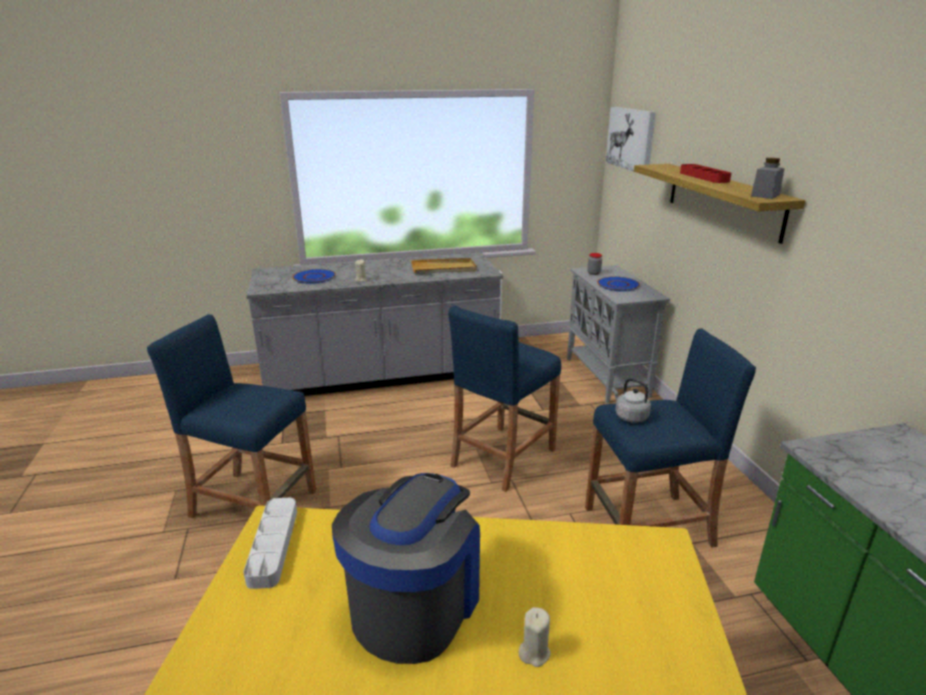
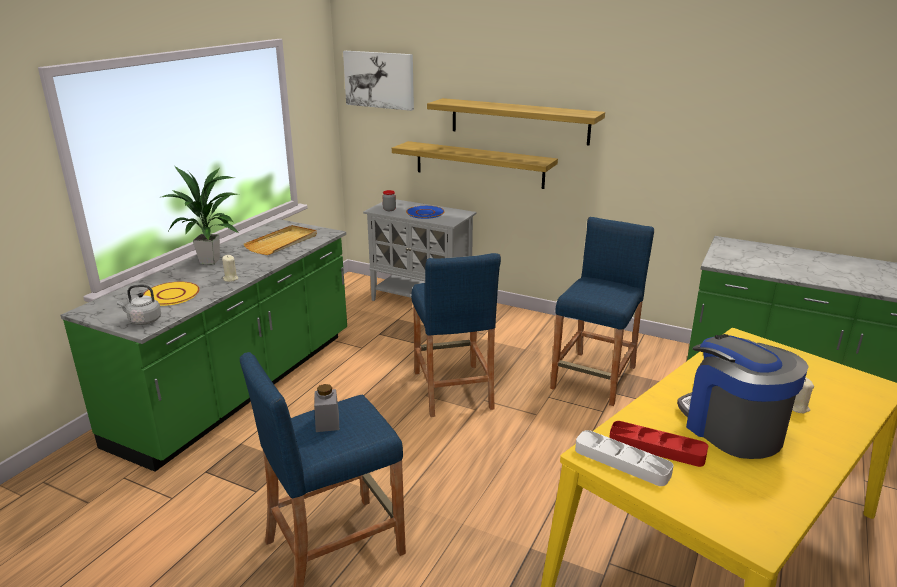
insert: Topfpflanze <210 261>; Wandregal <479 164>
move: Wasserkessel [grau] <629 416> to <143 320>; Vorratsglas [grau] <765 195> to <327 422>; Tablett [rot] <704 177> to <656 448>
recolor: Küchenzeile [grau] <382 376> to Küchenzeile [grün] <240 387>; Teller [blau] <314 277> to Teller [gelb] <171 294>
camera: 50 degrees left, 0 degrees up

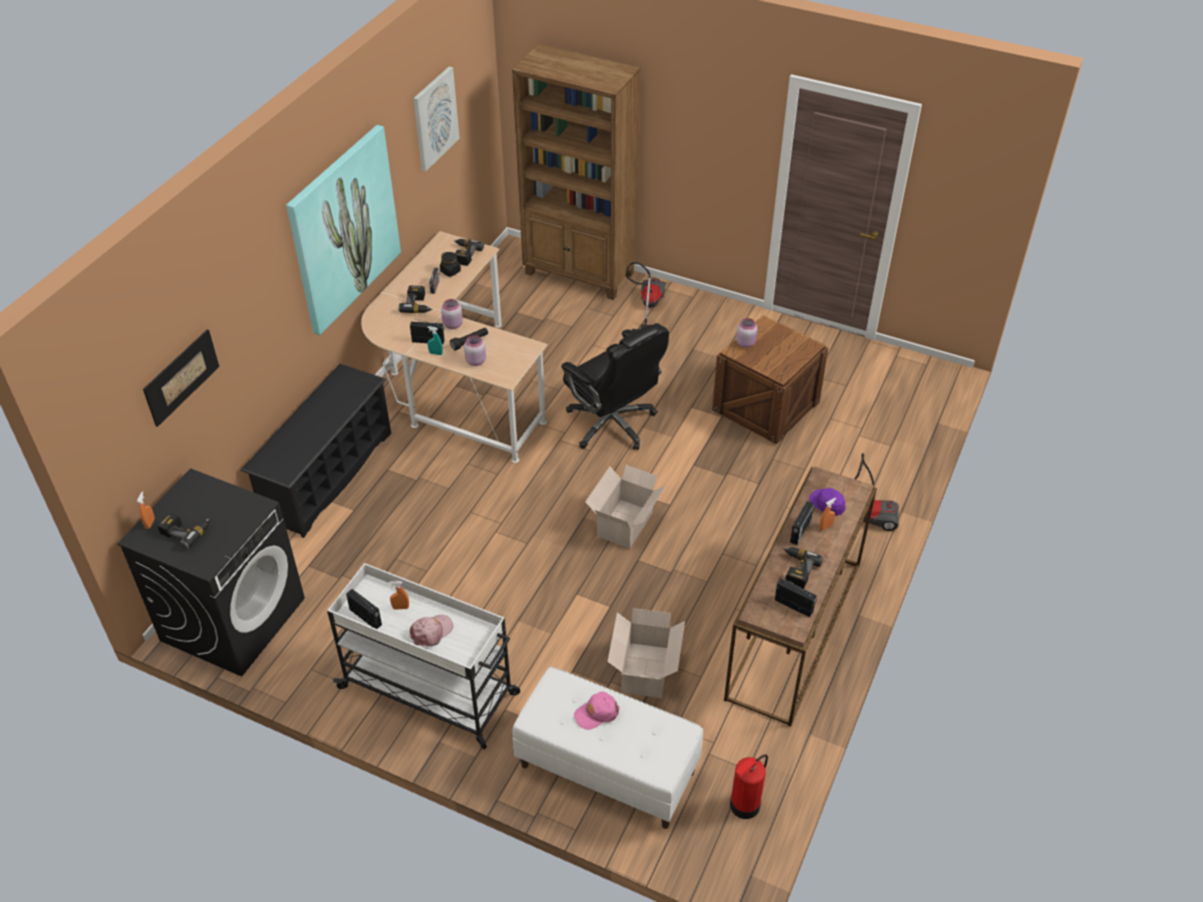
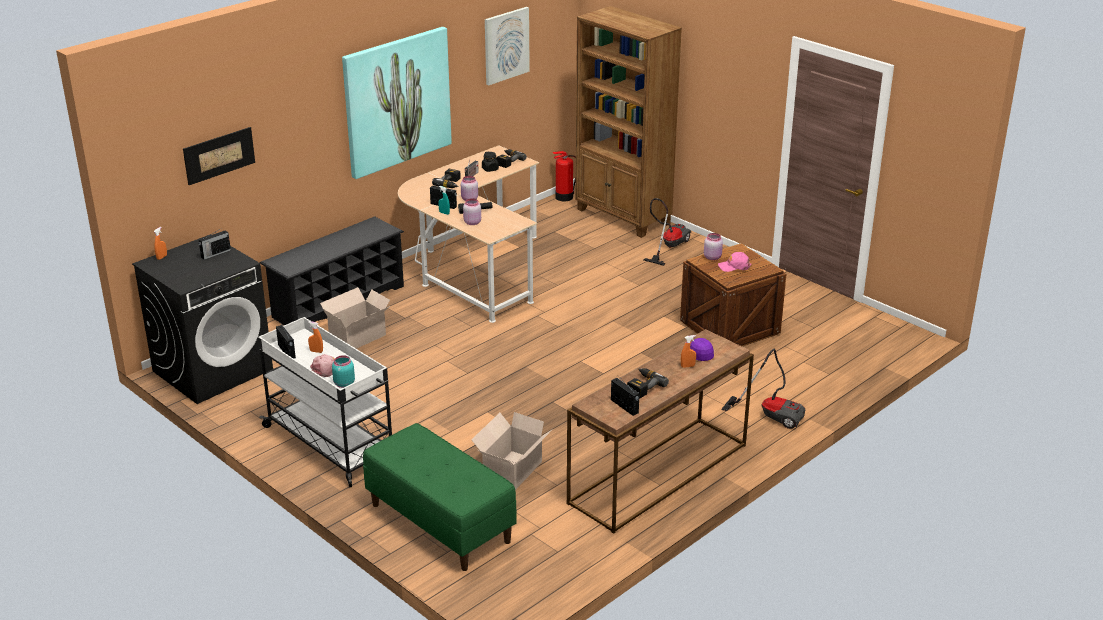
delete: Bohrmaschine <186 531>; Bürostuhl [schwarz] <613 424>
insert: Vorratsglas [türkis] <343 384>
move: Radio <800 531> to <215 254>; Karton <626 523> to <359 337>; Feuerlöscher <744 805> to <563 197>; Kappe [rosa] <596 713> to <734 266>
recolor: Bank [weiß] <606 769> to Bank [grün] <439 523>
camera: 20 degrees right, 15 degrees down

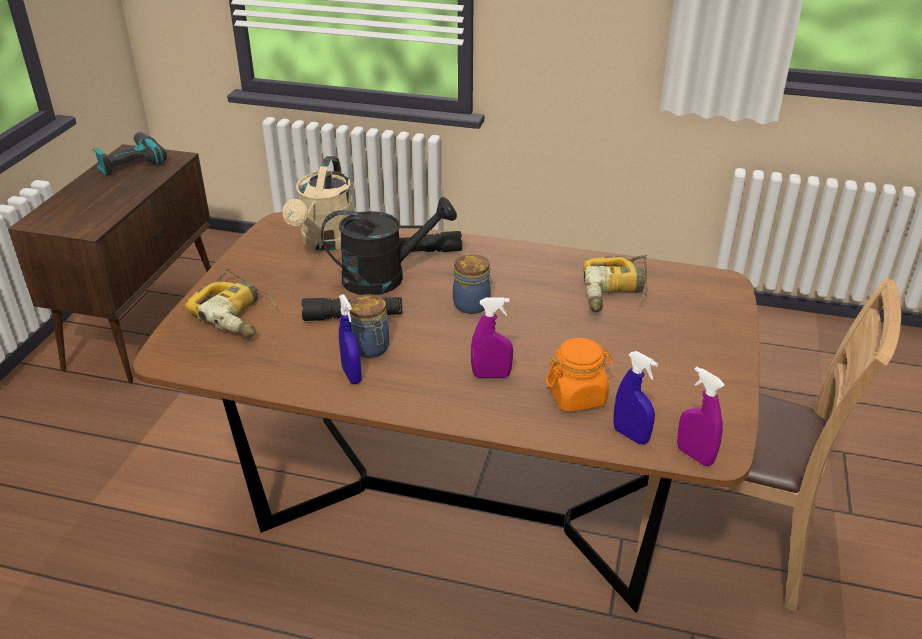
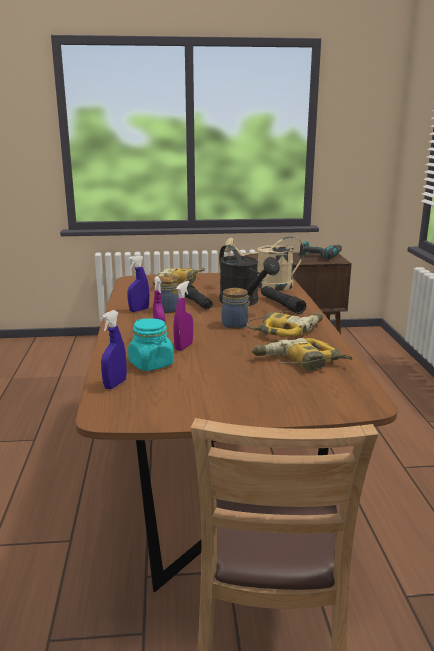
insert: Bohrmaschine <286 330>
move: Sprühflasche [lila] <694 456> to <183 347>
recolor: Vorratsglas [orange] <577 396> to Vorratsglas [türkis] <151 364>
camera: 70 degrees right, 15 degrees down

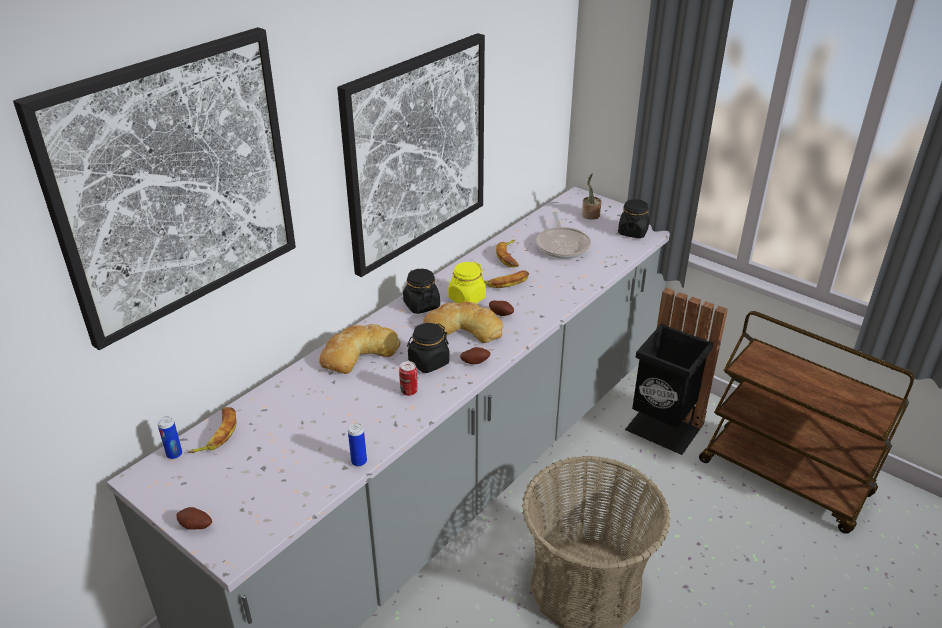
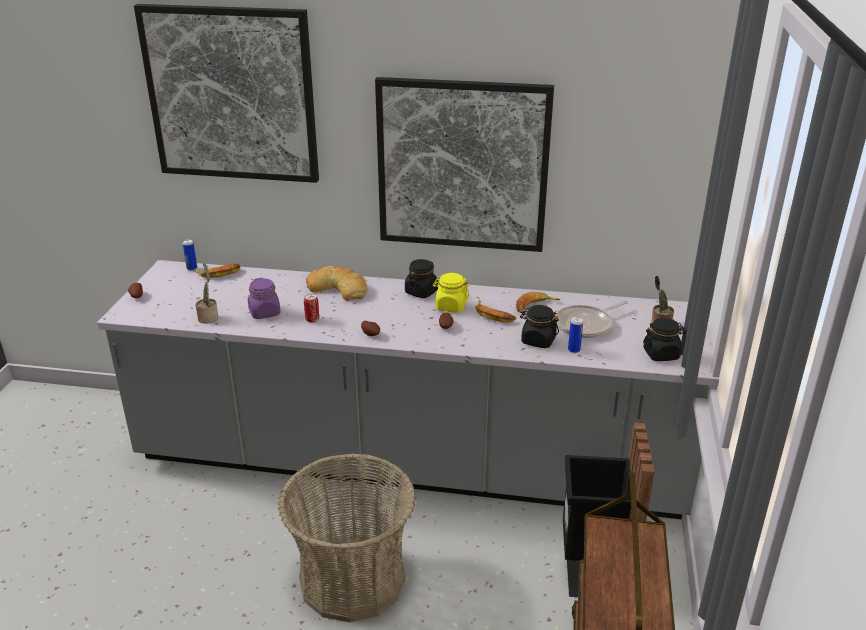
delete: Brot <463 328>
insert: Topfpflanze <208 317>; Vorratsglas [lila] <265 312>
move: Vorratsglas [schwarz] <428 362> to <538 341>; Dose <359 461> to <574 350>
camera: 60 degrees right, 5 degrees down

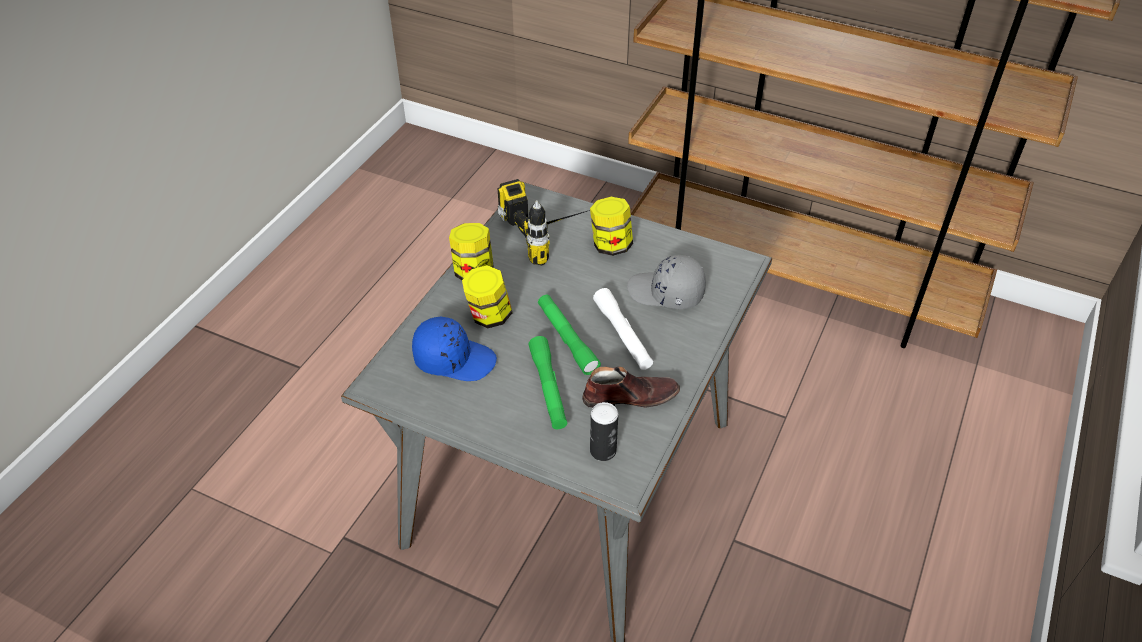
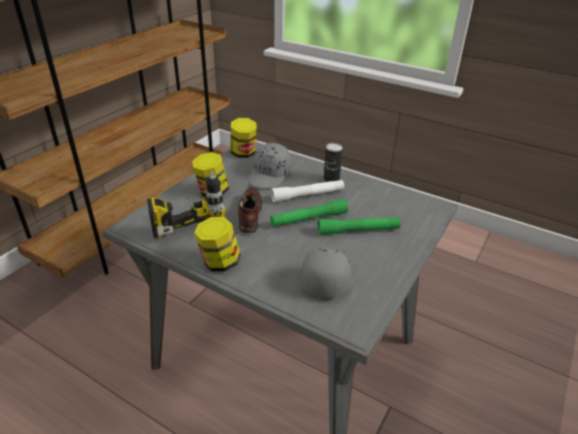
move: Vorratsglas <489 316> to <243 153>; Schuh [braun] <630 396> to <249 214>; Dose <603 450> to <331 179>
recolor: Kappe [blau] <454 359> to Kappe [grau] <325 277>
camera: 85 degrees left, 10 degrees down

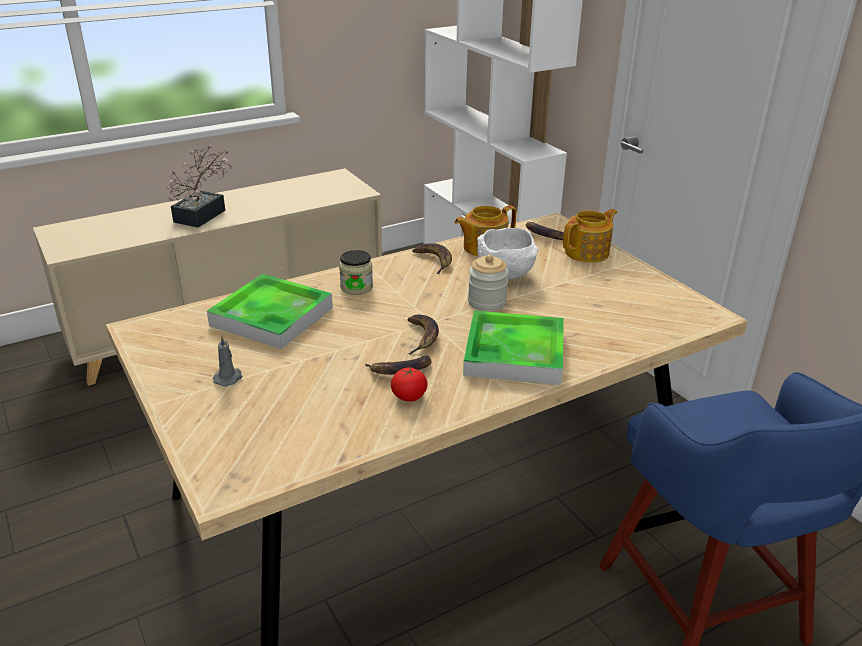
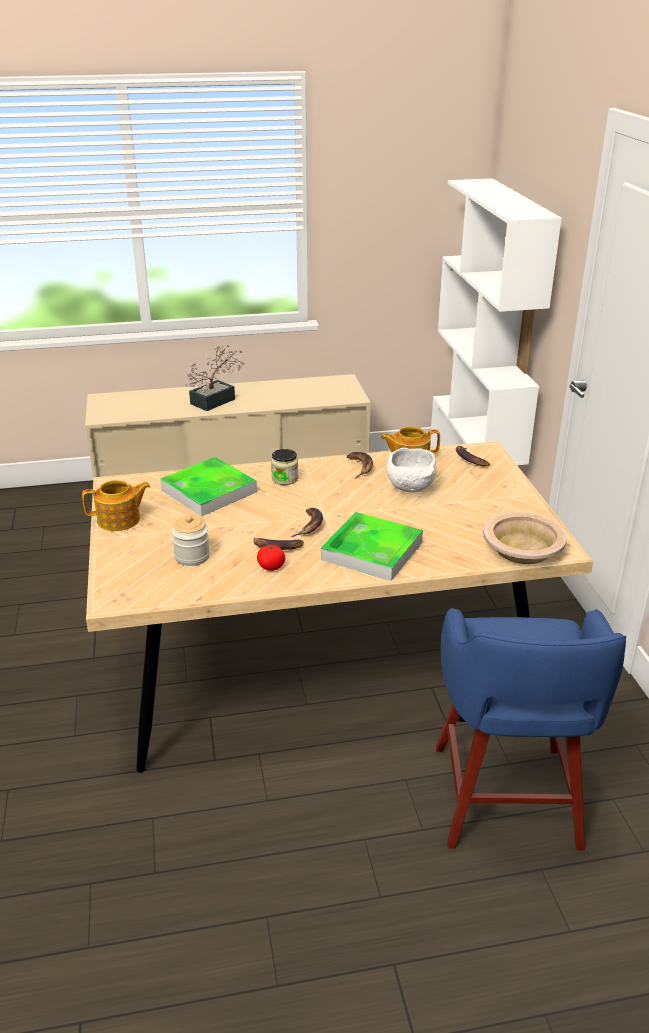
delete: Kerze [grau] <229 378>
insert: Schüssel [beige] <522 549>
move: Teekanne <588 252> to <120 520>; Vorratsglas <487 302> to <192 556>
camera: 20 degrees right, 0 degrees up

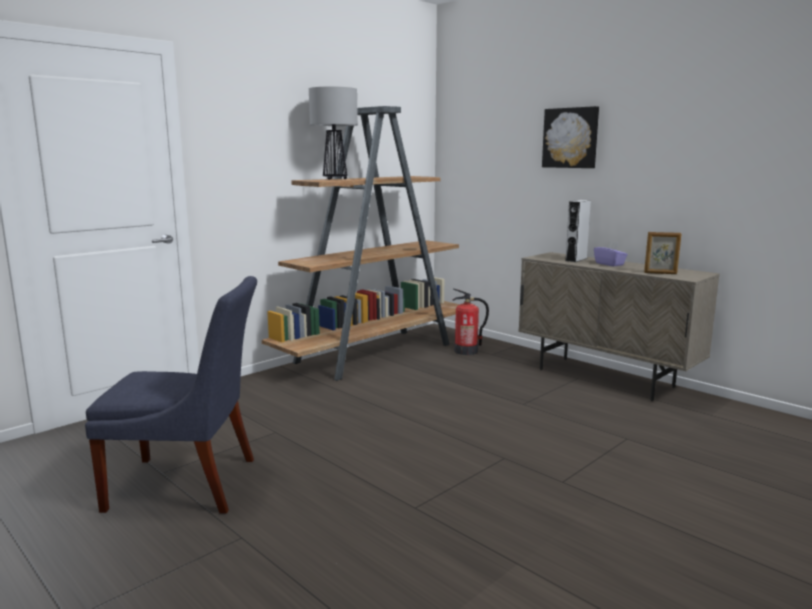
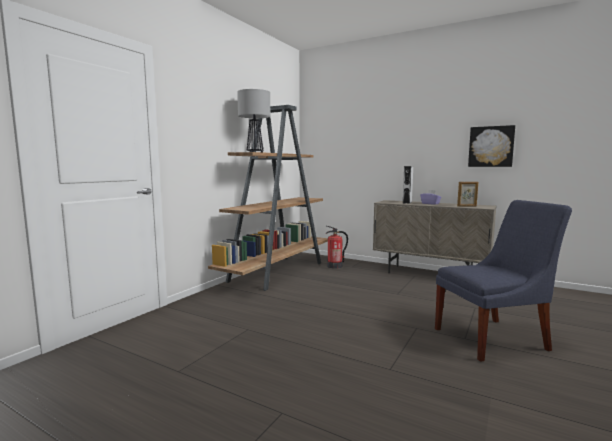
move: Stuhl [blau] <189 484> to <494 338>; Bild <571 138> to <491 146>
camera: 15 degrees left, 5 degrees down

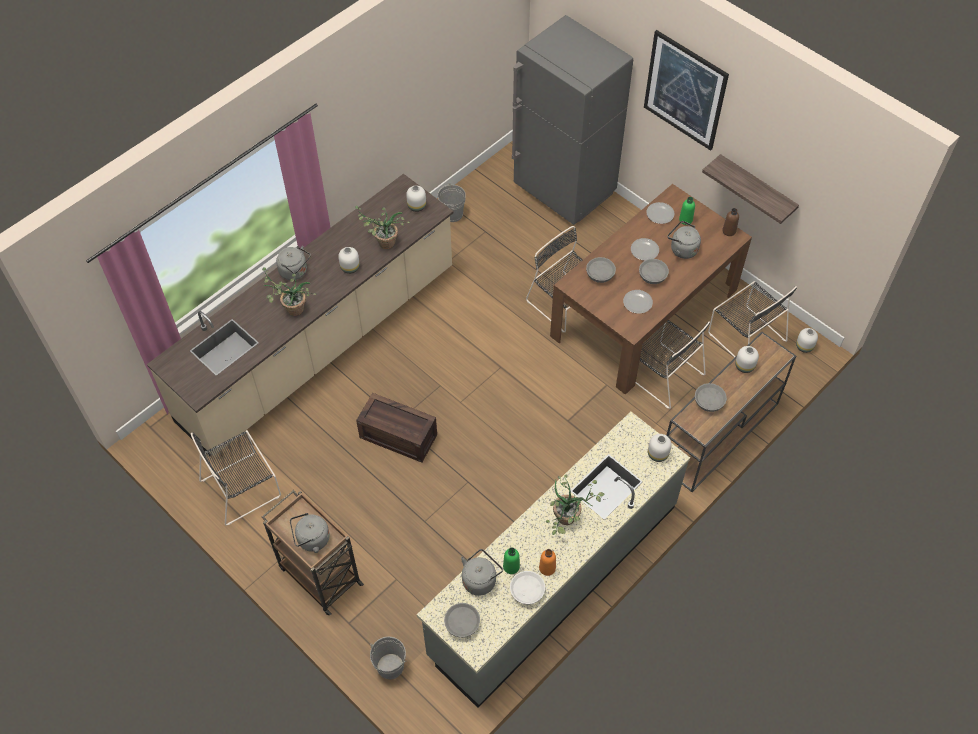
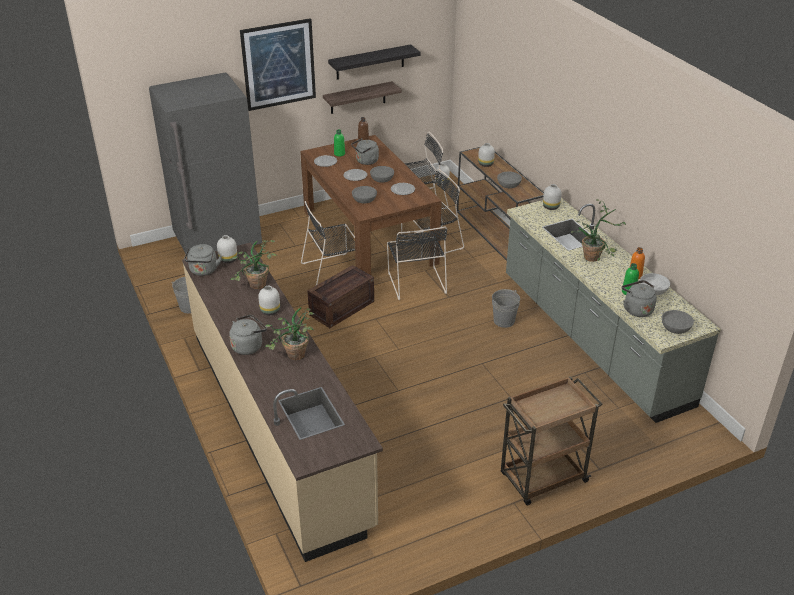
insert: Wandregal [schwarz] <370 62>
move: Wasserkessel [grau] <311 540> to <203 271>; Kiste <399 435> to <342 307>; Stuhl [schwarz] <243 487> to <416 281>; Eimer [grau] <390 666> to <504 321>
camera: 70 degrees left, 20 degrees down

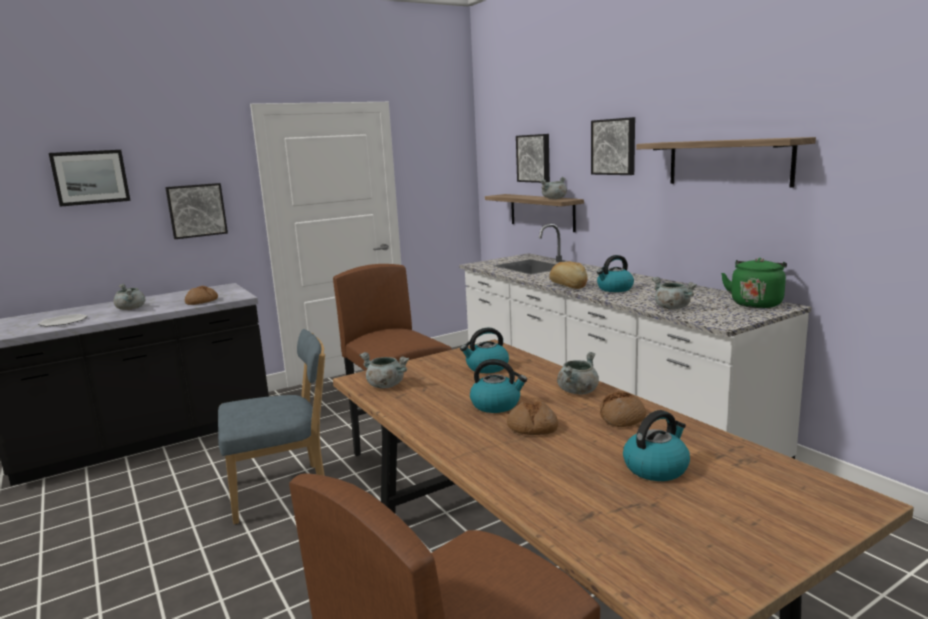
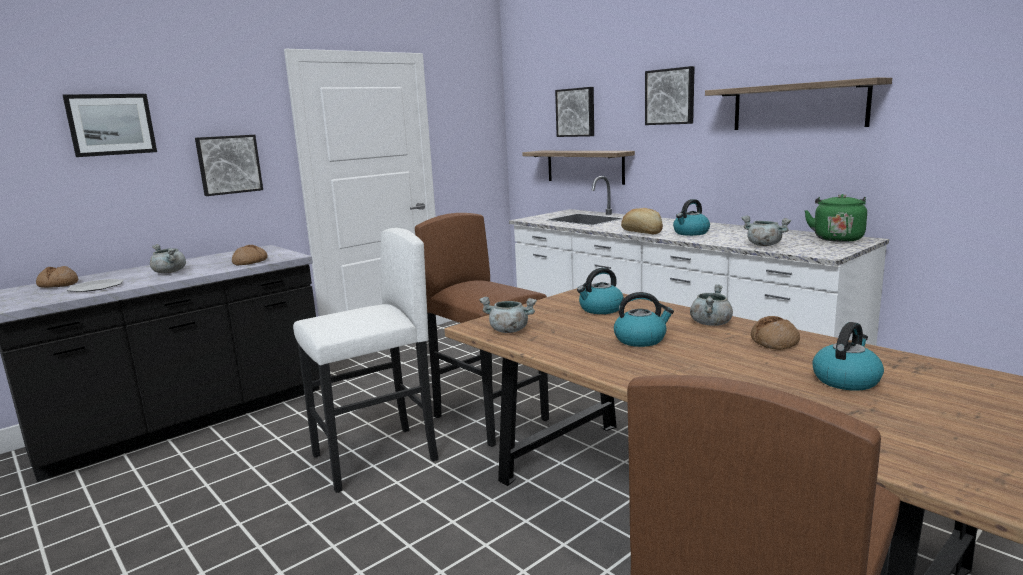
delete: Kochtopf [grau] <554 199>
move: Brot <532 428> to <58 285>
replace: Stuhl [blau] <284 491> to Hocker [weiß] <375 458>
camera: 10 degrees left, 0 degrees up

